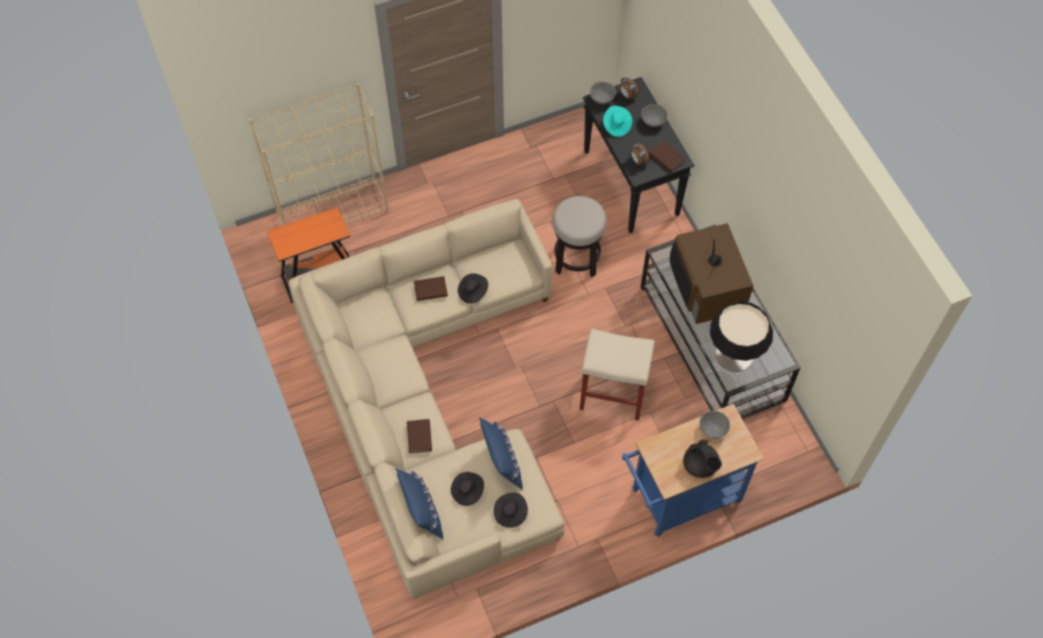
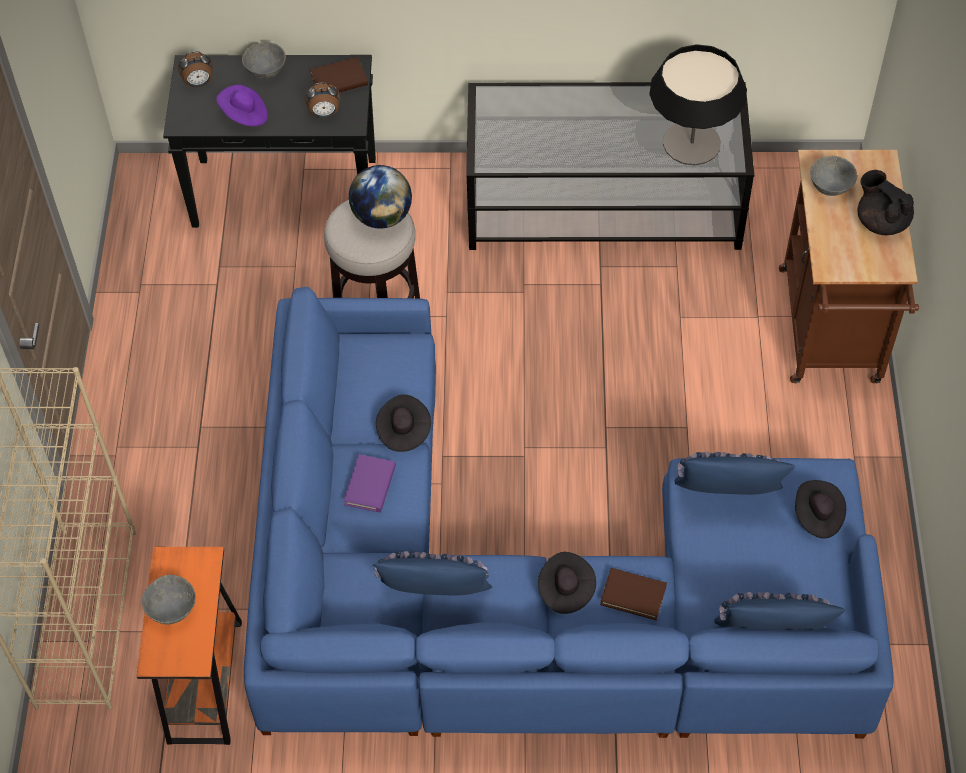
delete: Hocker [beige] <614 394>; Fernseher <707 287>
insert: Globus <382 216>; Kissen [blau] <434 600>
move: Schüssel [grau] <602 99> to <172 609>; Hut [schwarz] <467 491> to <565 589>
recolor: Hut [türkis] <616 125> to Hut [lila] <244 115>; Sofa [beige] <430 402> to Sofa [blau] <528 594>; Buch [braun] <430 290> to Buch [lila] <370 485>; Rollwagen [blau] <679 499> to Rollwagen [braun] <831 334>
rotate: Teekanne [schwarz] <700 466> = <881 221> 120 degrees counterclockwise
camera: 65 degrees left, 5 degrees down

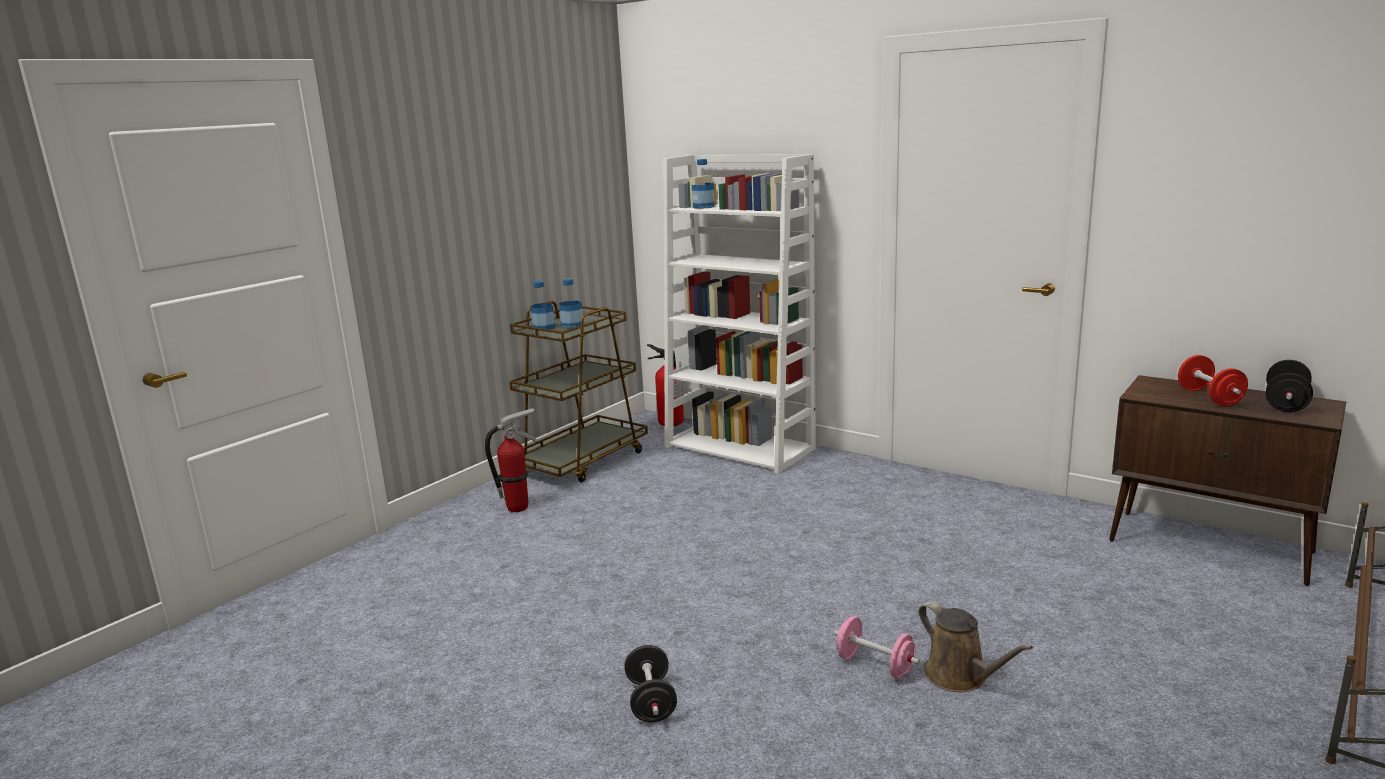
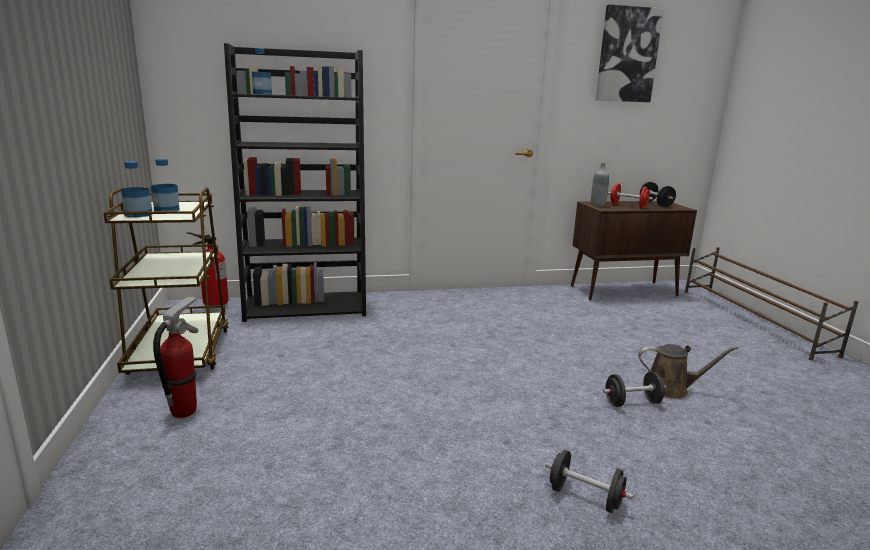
insert: Flasche [grau] <598 205>; Bild <627 55>
recolor: Bücherregal [weiß] <741 448> to Bücherregal [schwarz] <307 307>; Hantel [rosa] <875 665> to Hantel [schwarz] <632 402>
camera: 50 degrees left, 0 degrees up

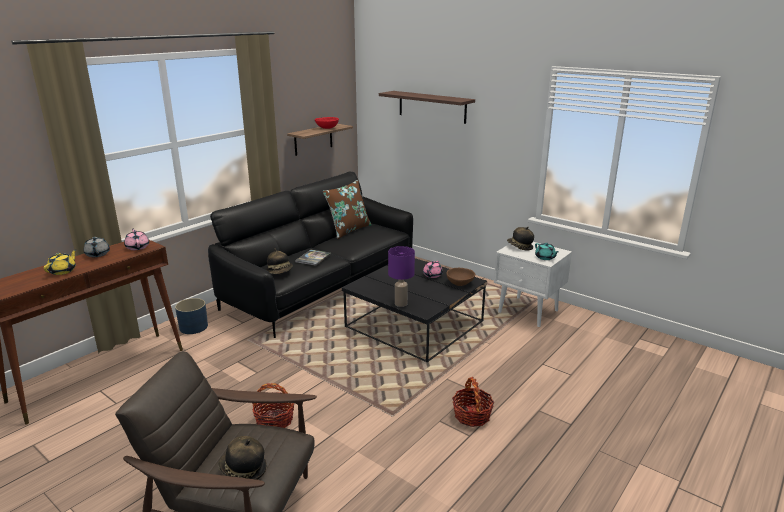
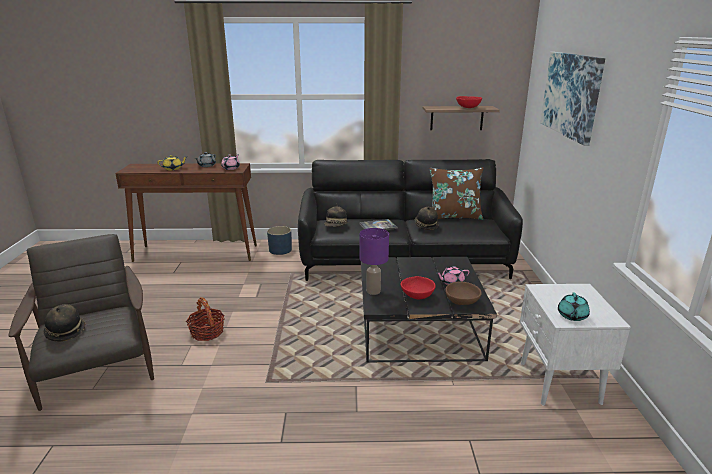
delete: Korb <471 415>
insert: Schüssel [rot] <416 295>
move: Hut <519 247> to <425 225>
replace: Wandregal <432 107> to Bild <571 95>
camera: 50 degrees right, 0 degrees up

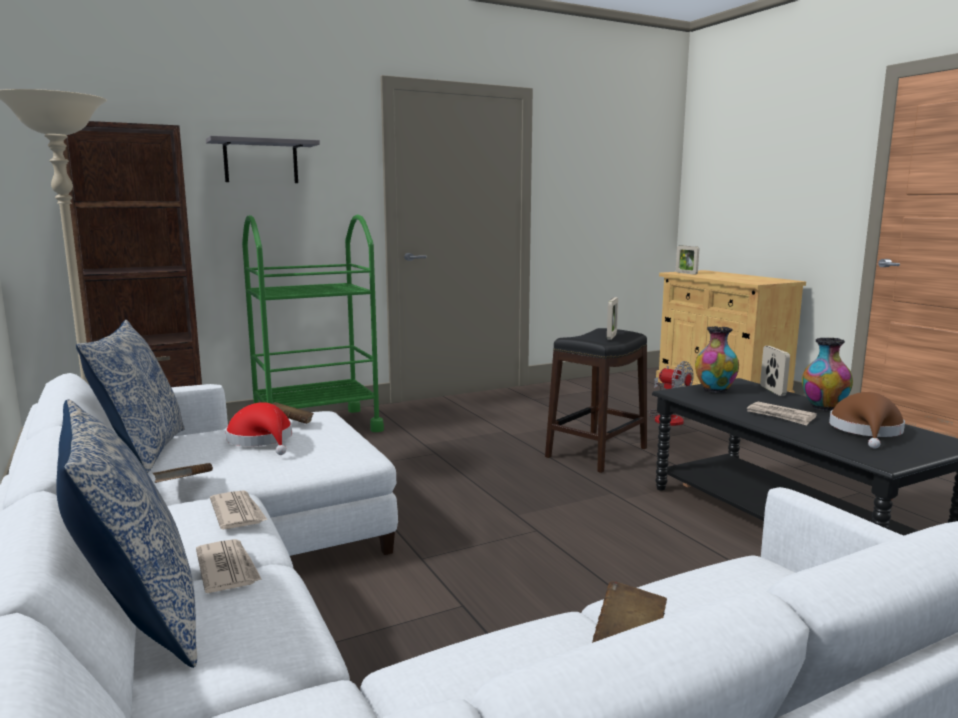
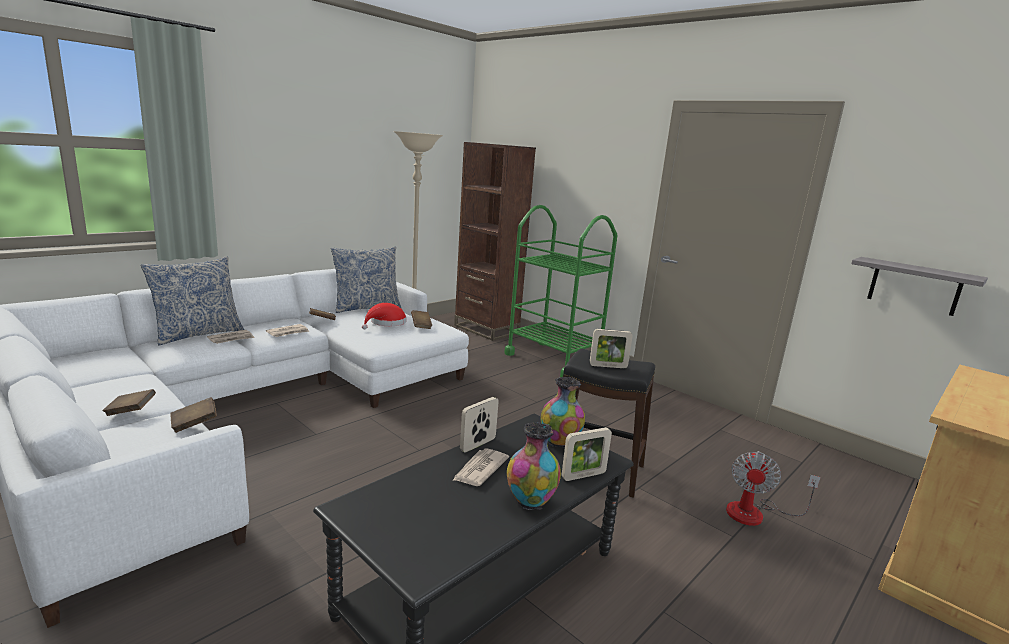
delete: Hut [braun] <866 431>
insert: Buch [braun] <194 424>
move: Bilderrahmen <686 273> to <478 444>; Wandregal [grau] <261 161> to <914 286>
camera: 70 degrees right, 5 degrees up

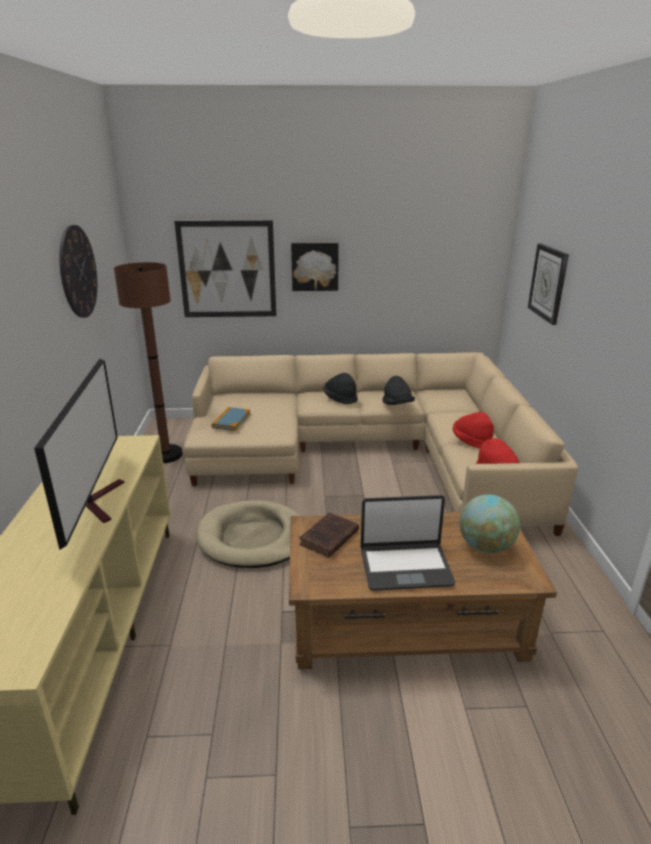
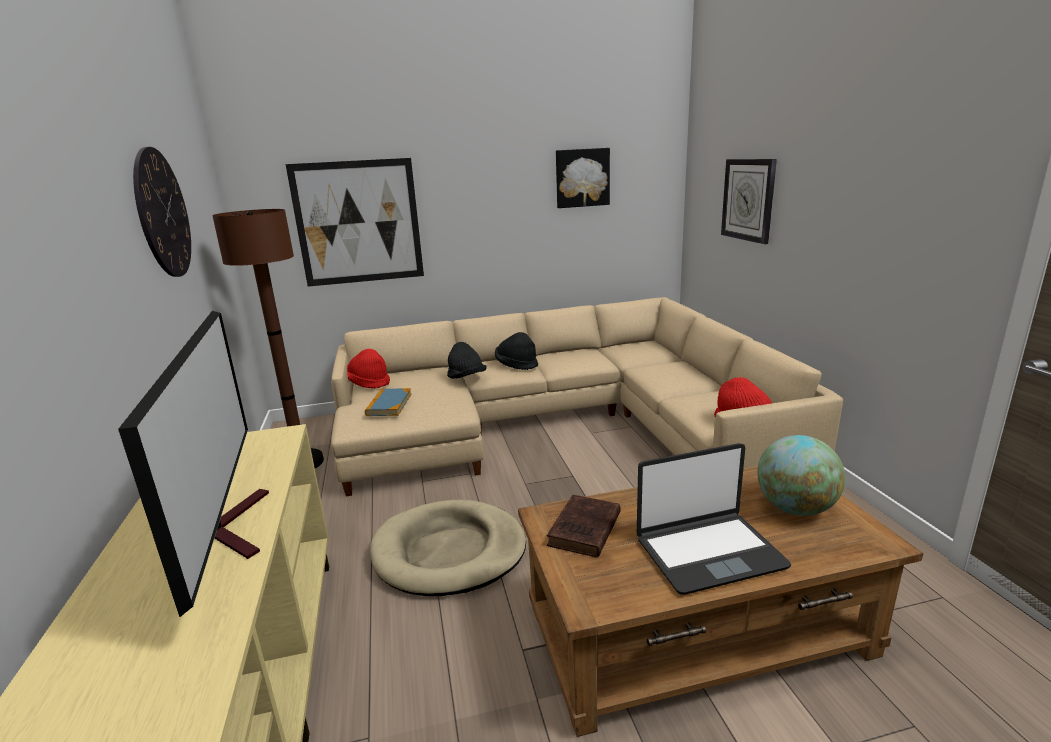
move: Hut [rot] <472 441> to <369 382>; Hut [schwarz] <397 405> to <466 378>; Bild <315 266> to <582 178>
camera: 10 degrees left, 5 degrees down

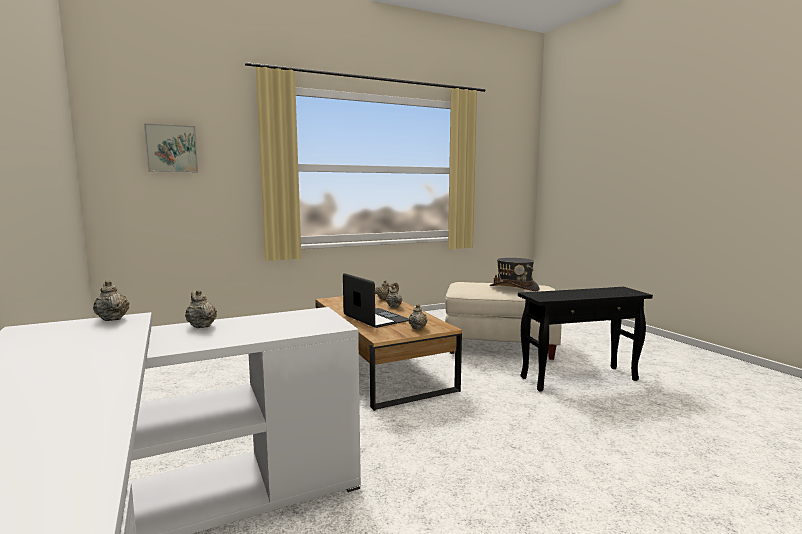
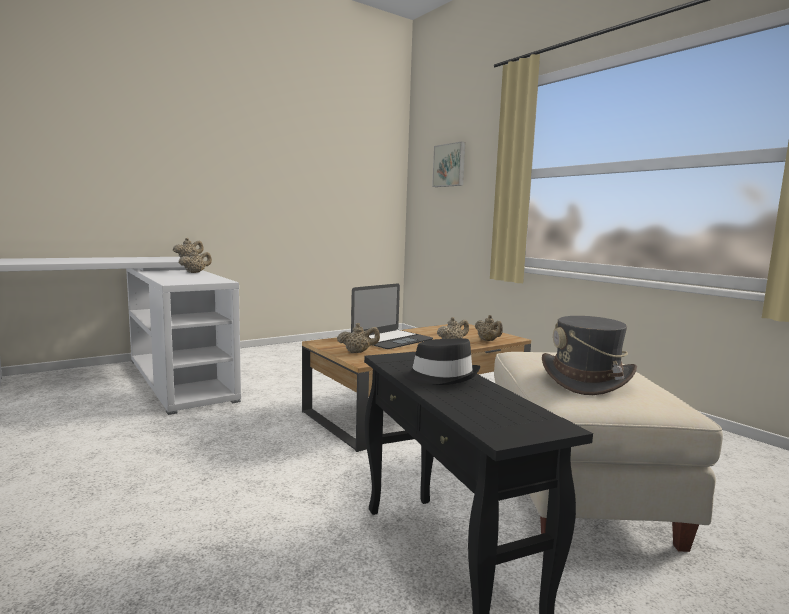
insert: Hut [schwarz] <441 377>
camera: 80 degrees right, 0 degrees up

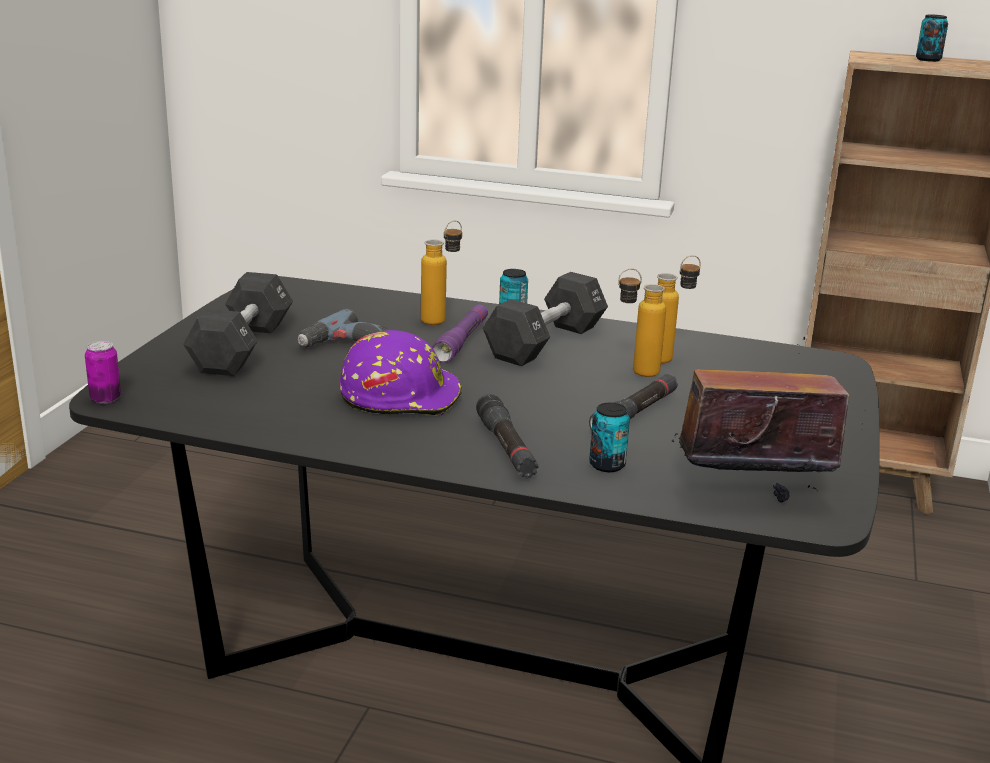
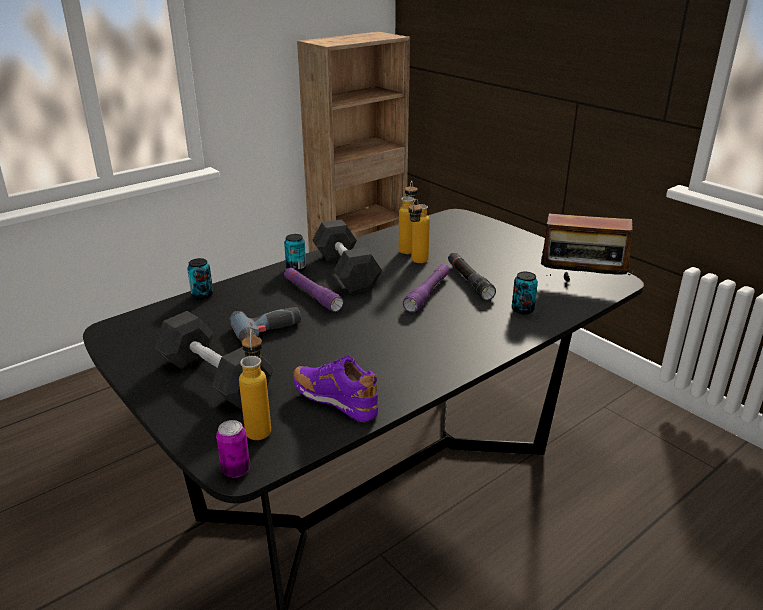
delete: Schutzhelm [lila] <400 396>; Taschenlampe [schwarz] <506 448>
insert: Schuh [lila] <335 402>; Taschenlampe [lila] <428 293>
move: Dose <928 59> to <202 295>; Flasche <441 319> to <259 426>
rotate: Radio <750 493> = <581 286> 105 degrees counterclockwise
camera: 55 degrees left, 5 degrees up

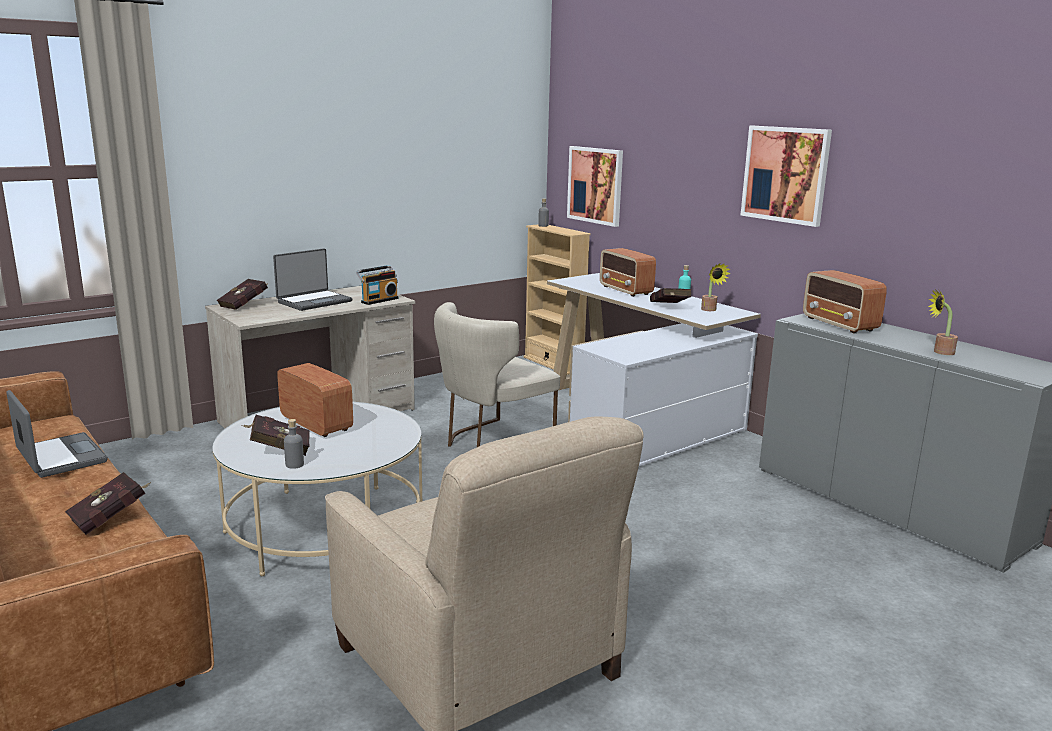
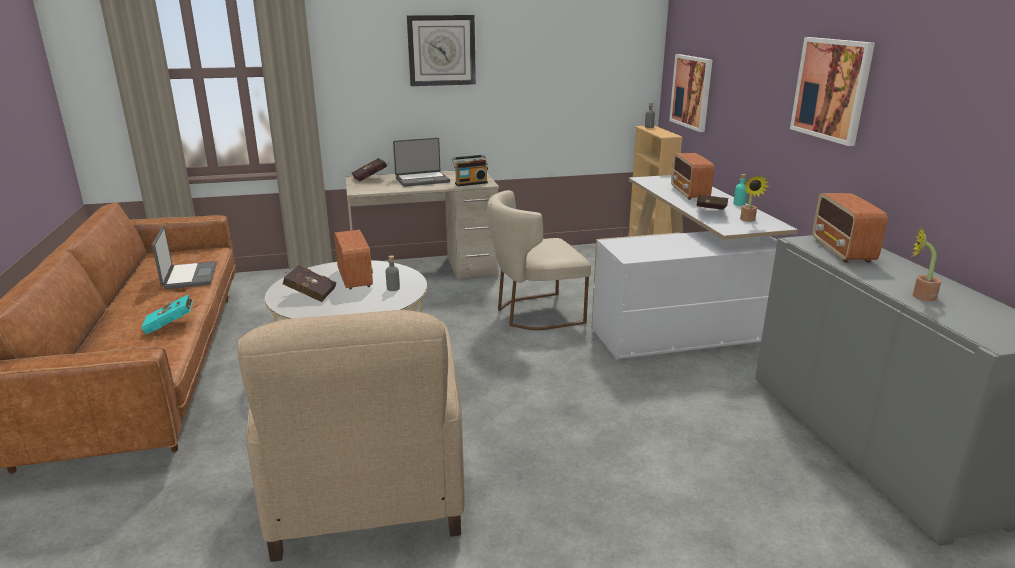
insert: Wanduhr <441 50>
move: Flasche [grau] <294 464> to <393 288>
recolor: Buch [rot] <112 519> to Buch [türkis] <173 326>
camera: 25 degrees right, 5 degrees up

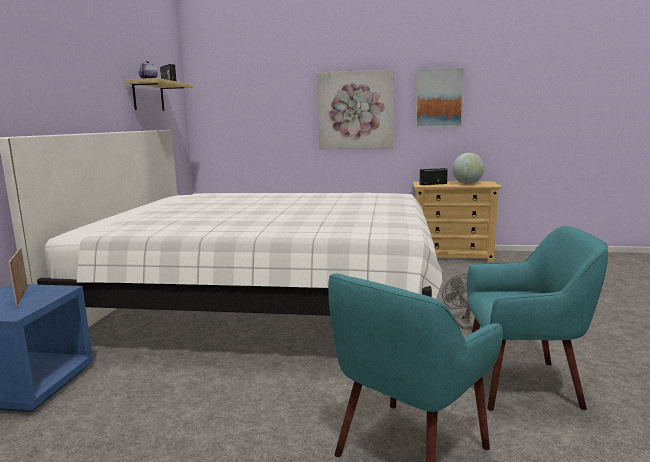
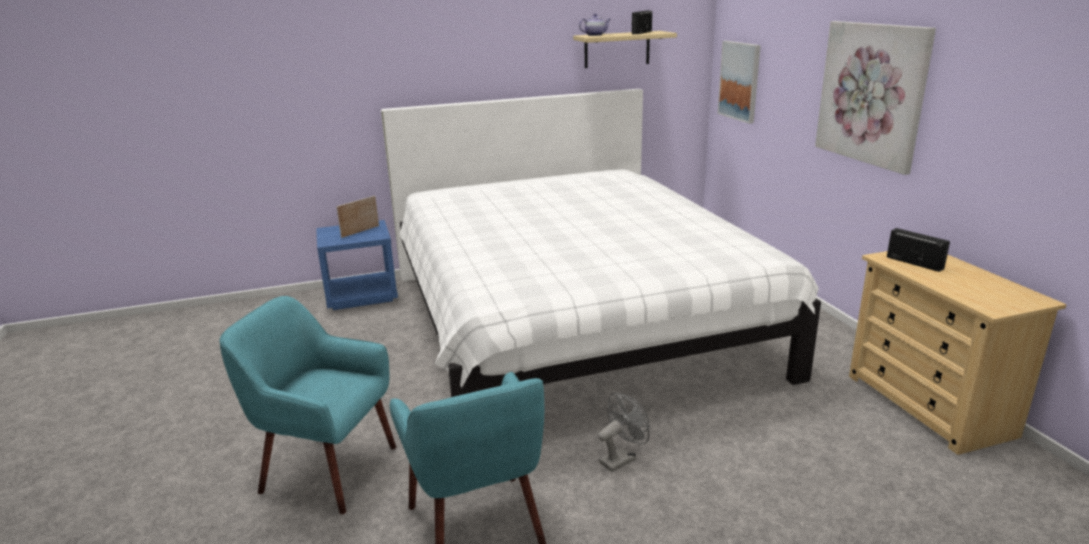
delete: Globus <467 183>
move: Bild <439 98> to <740 81>
camera: 65 degrees right, 10 degrees up

